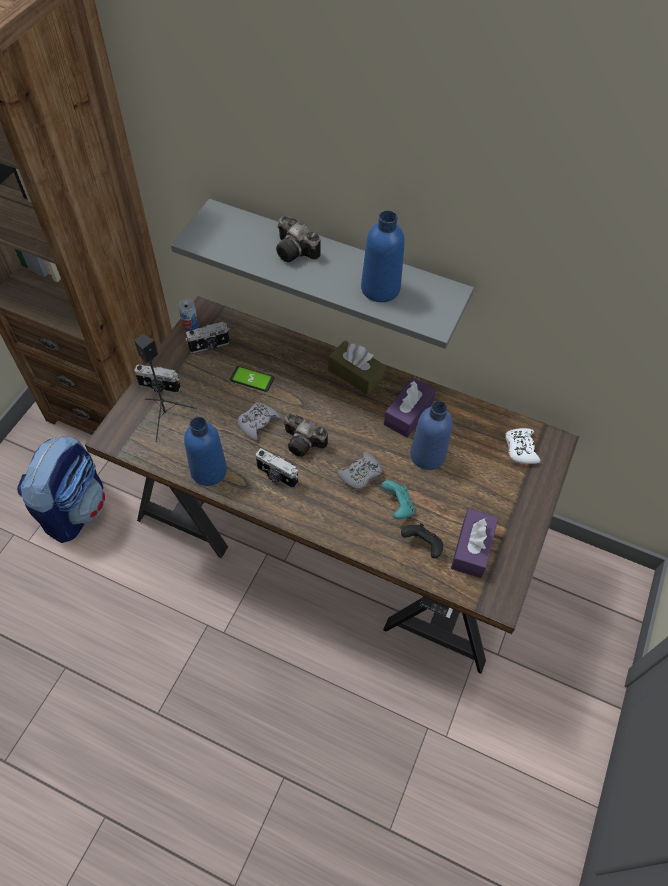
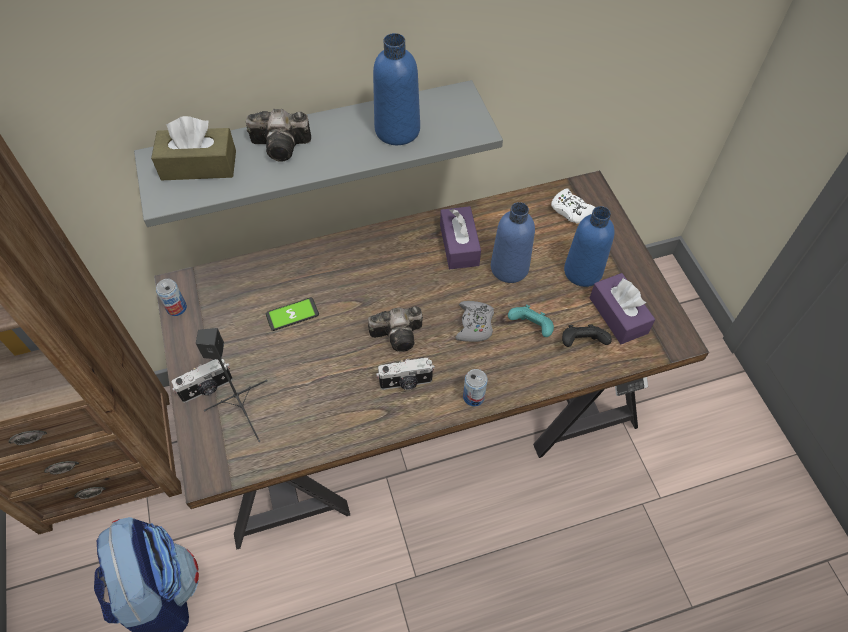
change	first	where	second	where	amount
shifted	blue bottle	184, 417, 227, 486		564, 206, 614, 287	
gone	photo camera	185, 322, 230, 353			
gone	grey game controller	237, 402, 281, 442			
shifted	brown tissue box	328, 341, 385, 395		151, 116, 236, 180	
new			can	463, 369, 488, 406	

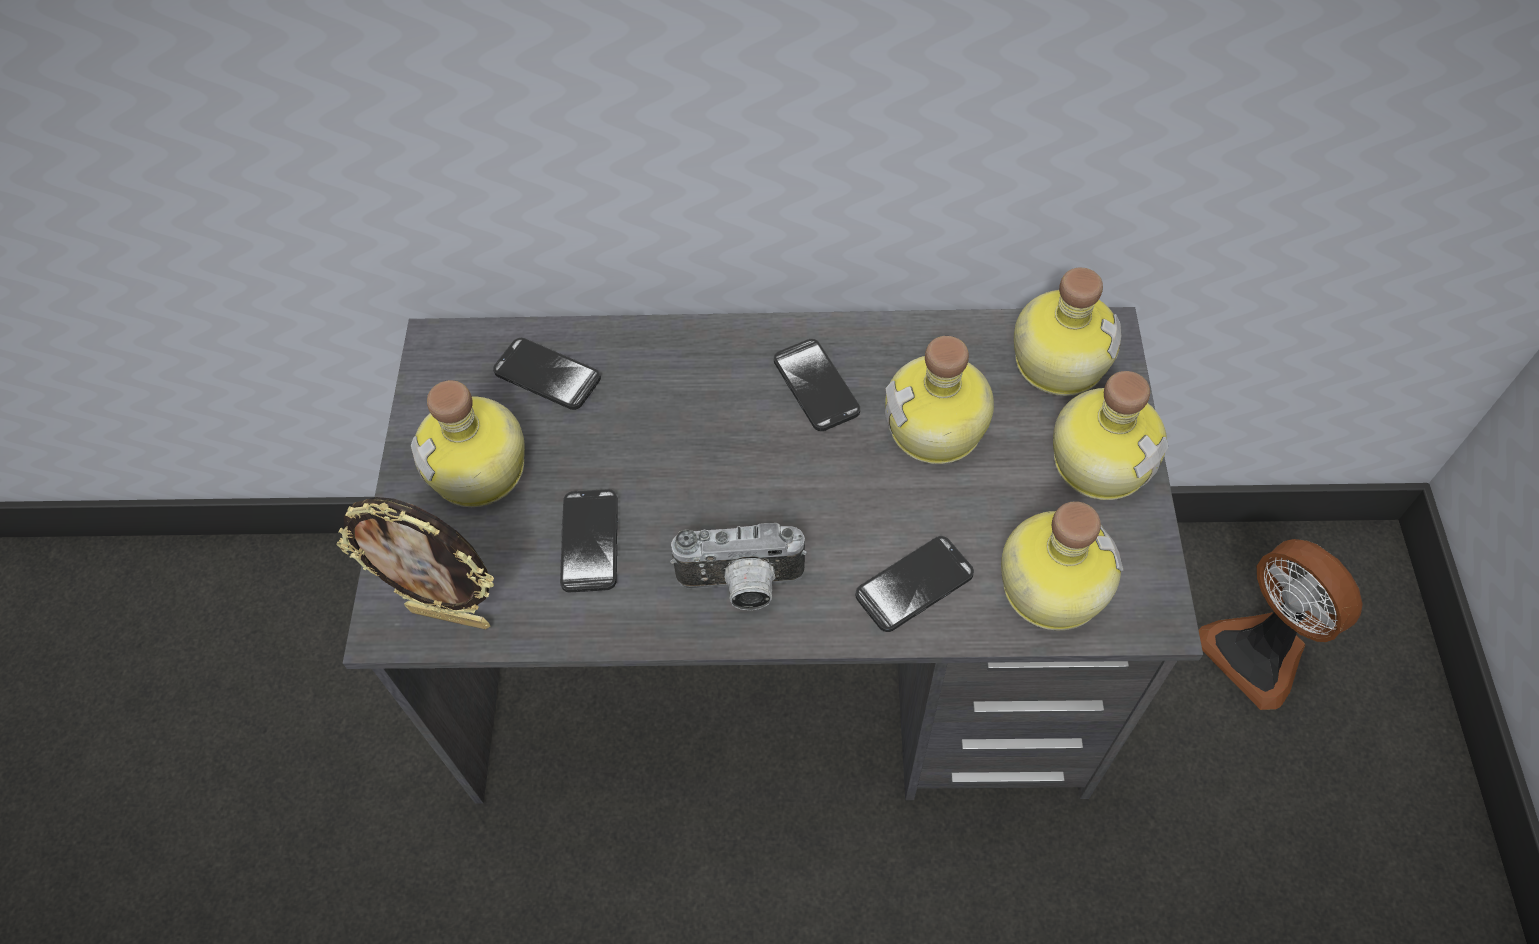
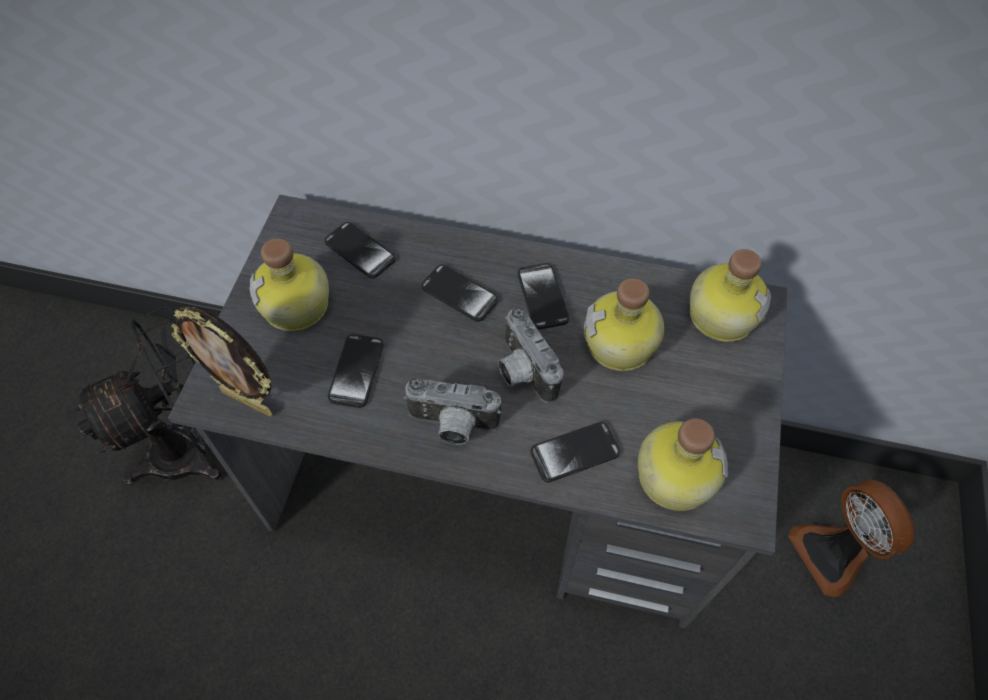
change	first	where	second	where	amount
gone	bottle	1053, 371, 1169, 500			
new			black fan	73, 306, 222, 484	
new			phone	421, 264, 498, 322	
new			photo camera	499, 307, 564, 403	

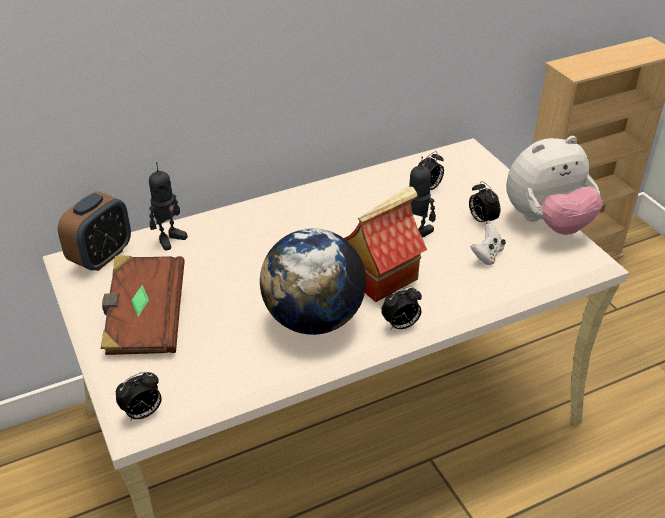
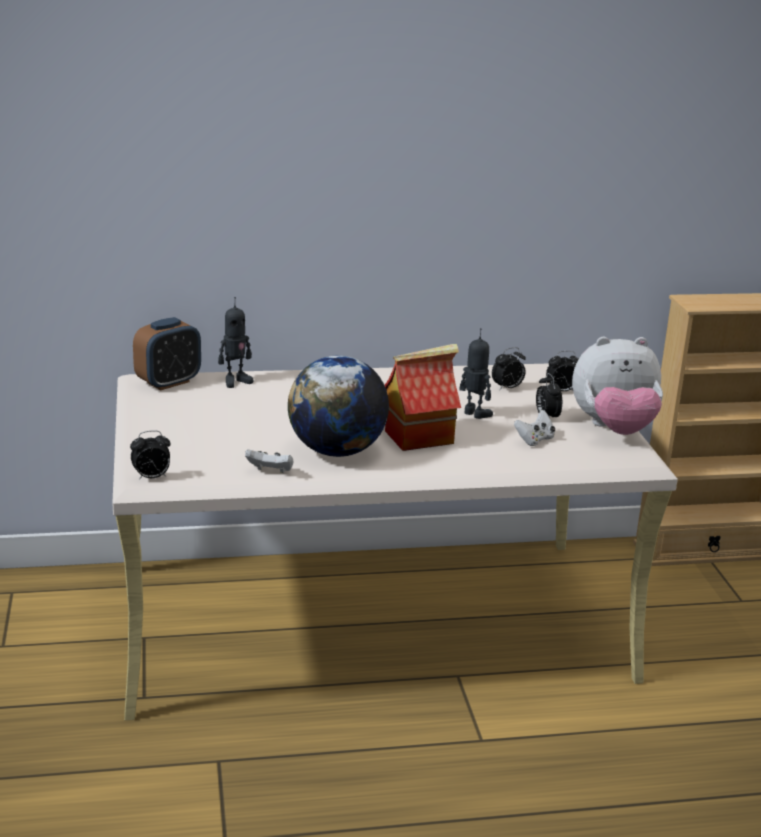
change	first	where	second	where	amount
gone	brown book	101, 256, 185, 355			
shifted	alarm clock	381, 286, 422, 331		546, 351, 579, 391	
new			white game controller	245, 449, 293, 473	

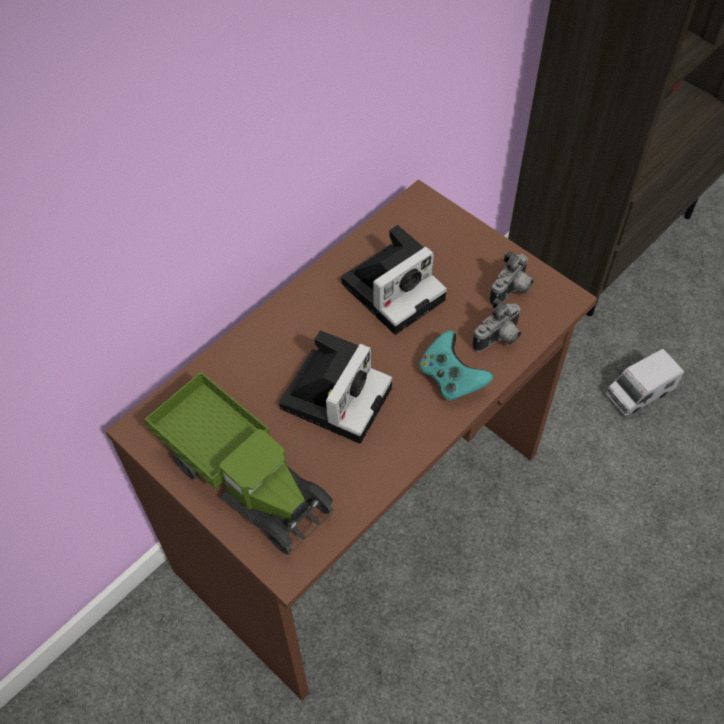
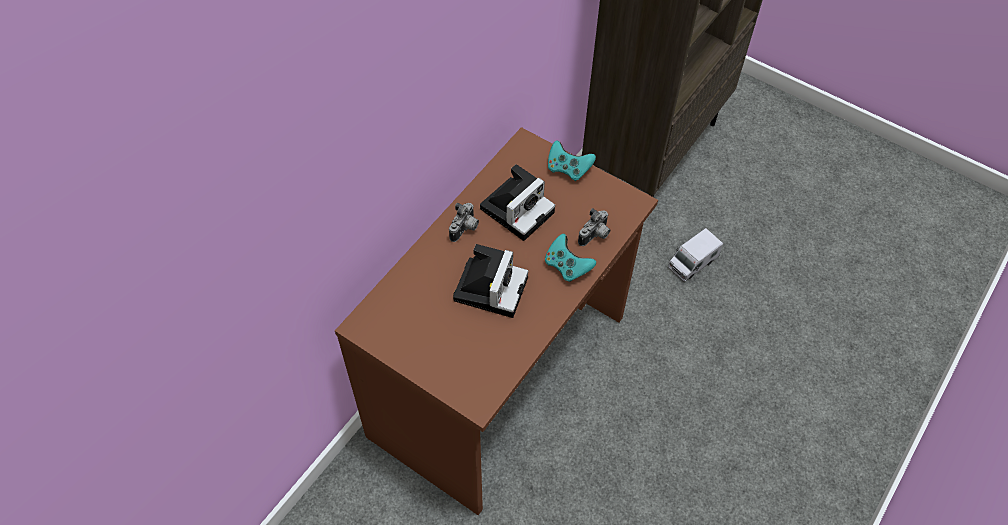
change	first	where	second	where	amount
gone	toy truck	145, 372, 334, 555			
shifted	photo camera	489, 251, 534, 305		449, 203, 479, 242	
new			turquoise game controller	548, 140, 596, 181	

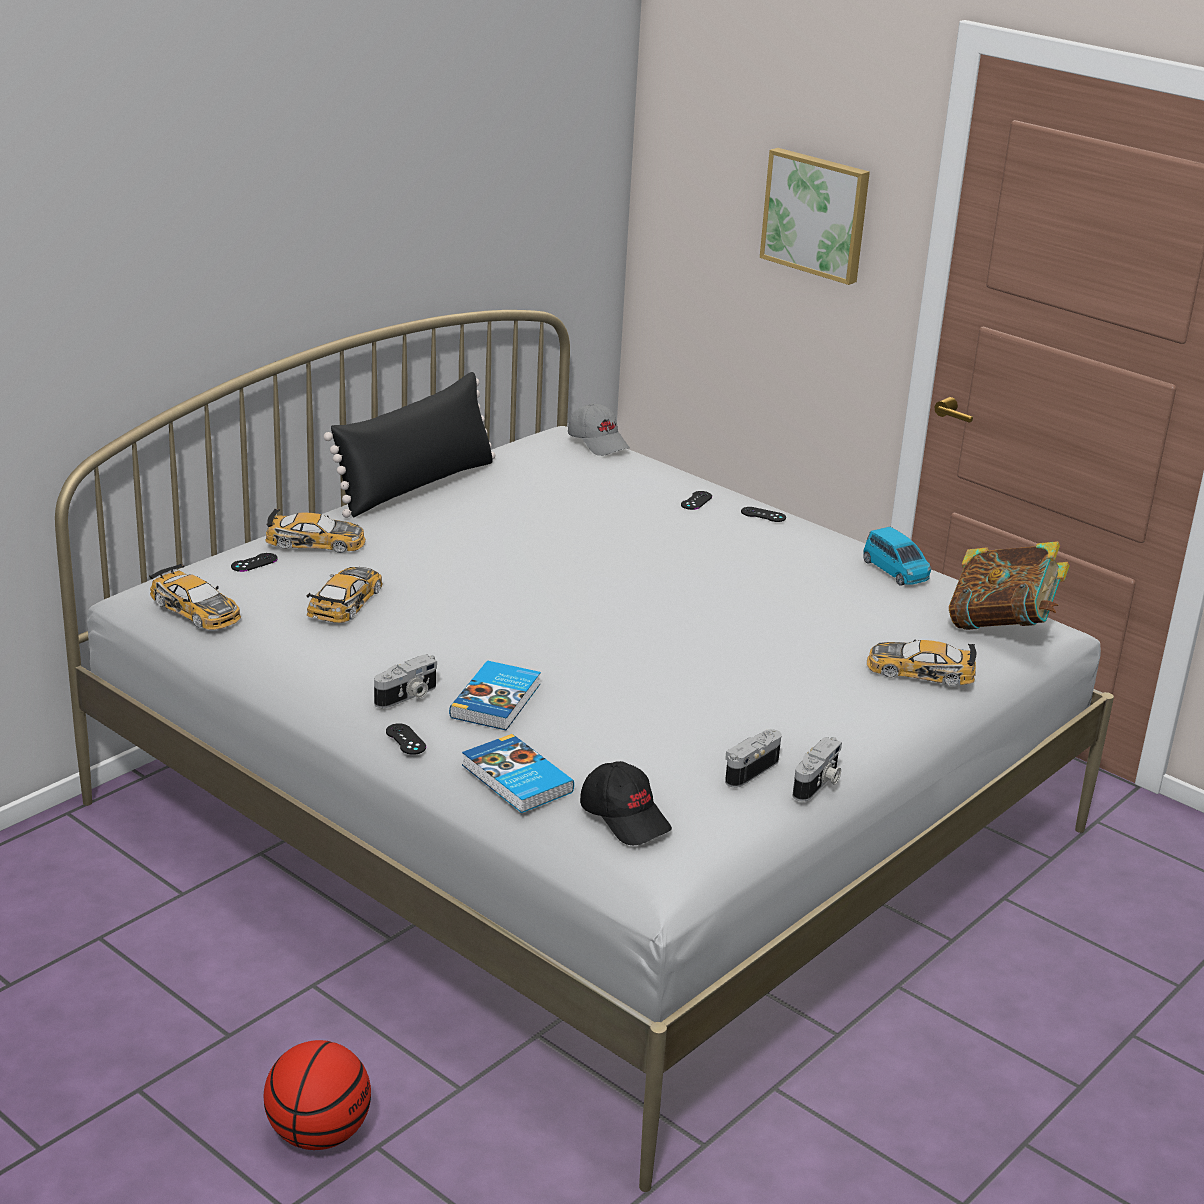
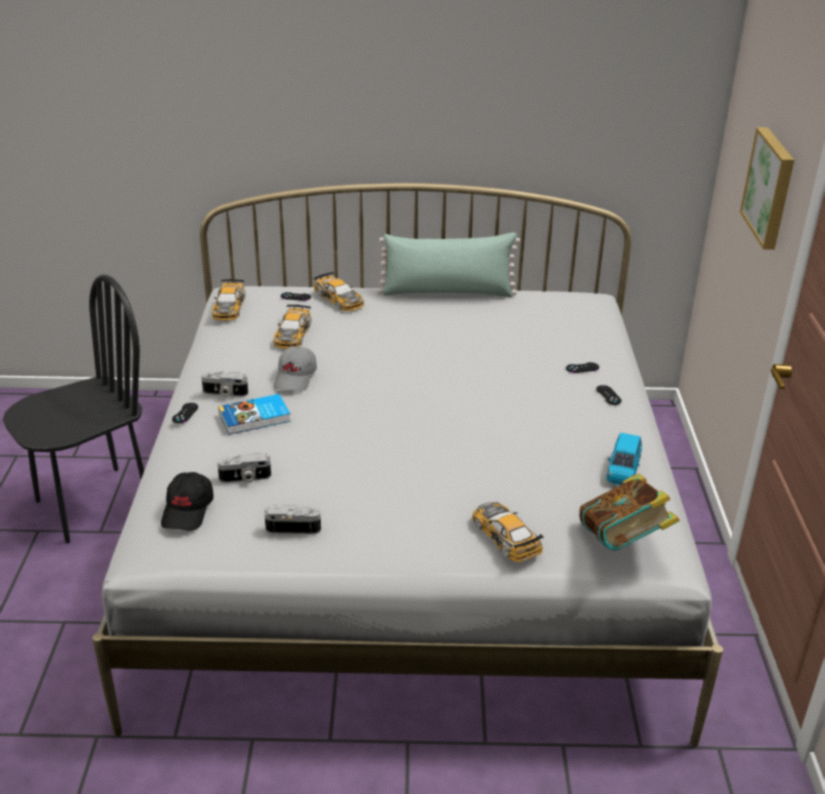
change	first	where	second	where	amount
gone	basketball	264, 1040, 371, 1150			
rotated	toy car	306, 567, 383, 623		274, 304, 312, 349	120 degrees clockwise
repainted	black pillow	324, 372, 495, 518	green pillow	377, 232, 520, 297	
gone	book	462, 734, 574, 813			
shifted	grey cap	568, 403, 630, 456		274, 346, 317, 392	
shifted	photo camera	793, 737, 842, 802		217, 453, 271, 483	
new			black chair	3, 275, 144, 543	

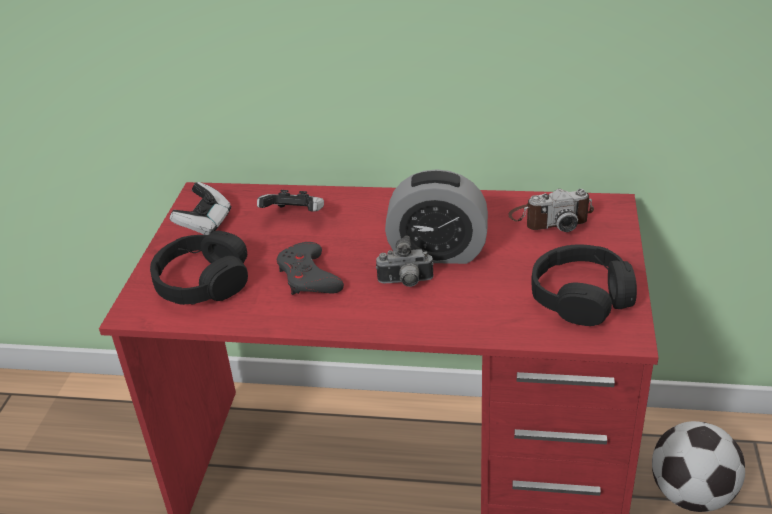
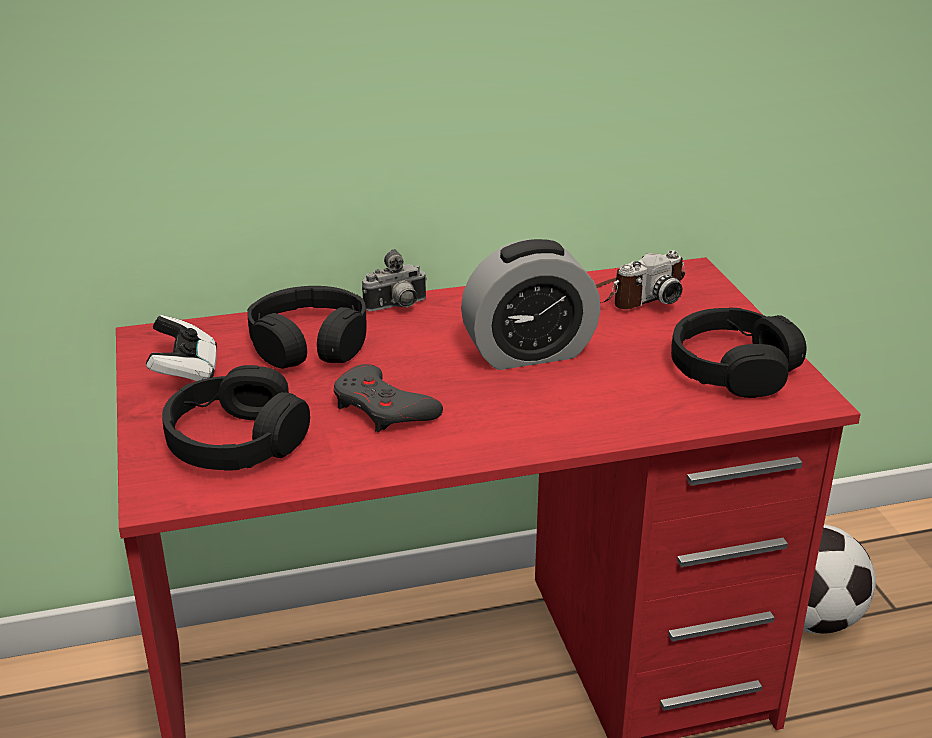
change	first	where	second	where	amount
swapped	game controller	257, 190, 324, 212	black headphones	248, 286, 367, 368	
shifted	photo camera	376, 236, 434, 287		362, 249, 427, 311	

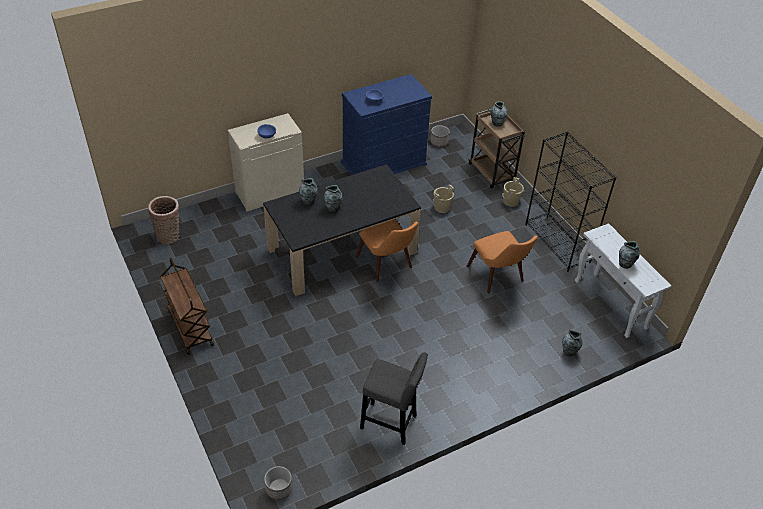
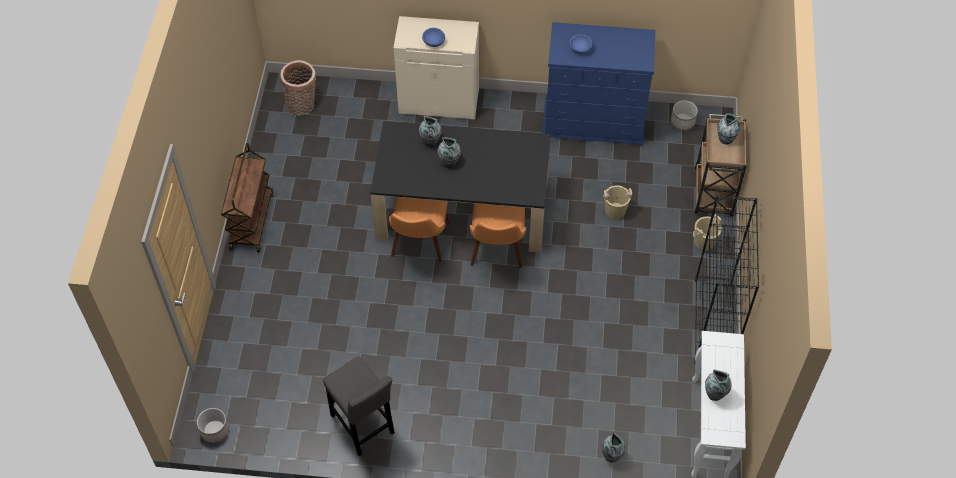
change	first	where	second	where	amount
shifted	orange chair	467, 231, 538, 294		389, 197, 451, 262	

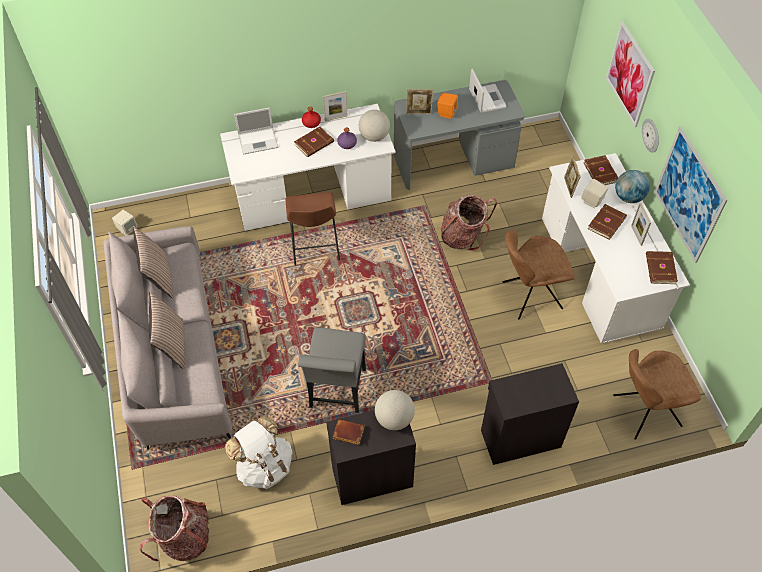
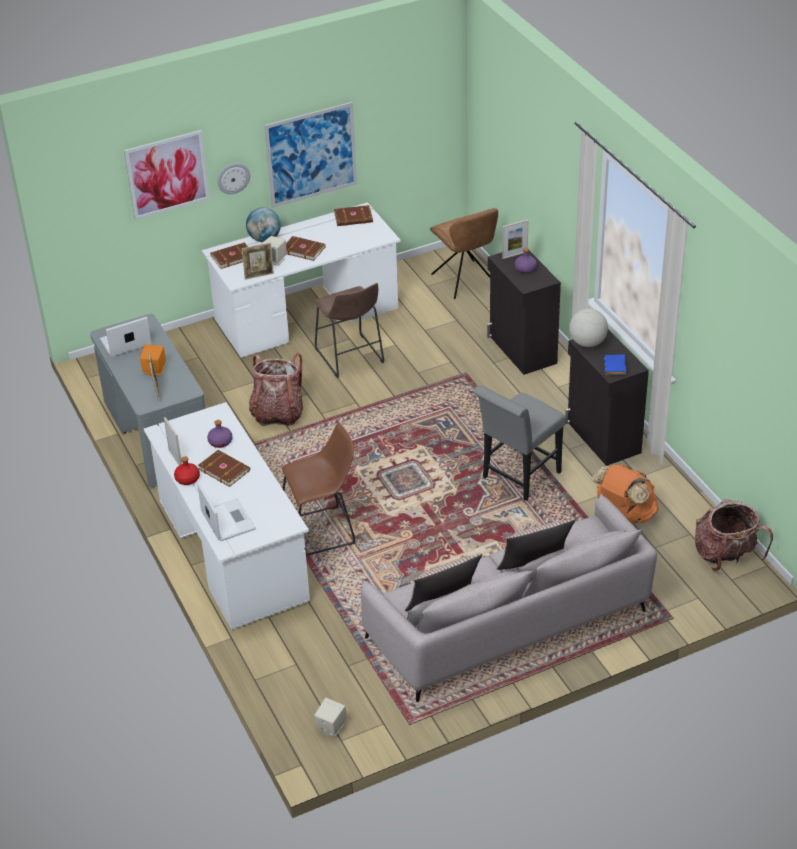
change	first	where	second	where	amount
repainted	white backpack	225, 417, 292, 489	orange backpack	591, 465, 659, 523	
rotated	grey chair	298, 328, 366, 413		473, 385, 566, 501	135 degrees clockwise
repainted	brown book	333, 419, 365, 445	blue book	604, 355, 626, 375	
gone	globe	359, 110, 390, 142			
swapped	brown chair	503, 230, 575, 319	brown stool	314, 283, 384, 378	
shifted	picture frame	631, 202, 651, 246		502, 220, 528, 259	
new			purple bottle	515, 248, 537, 273	

